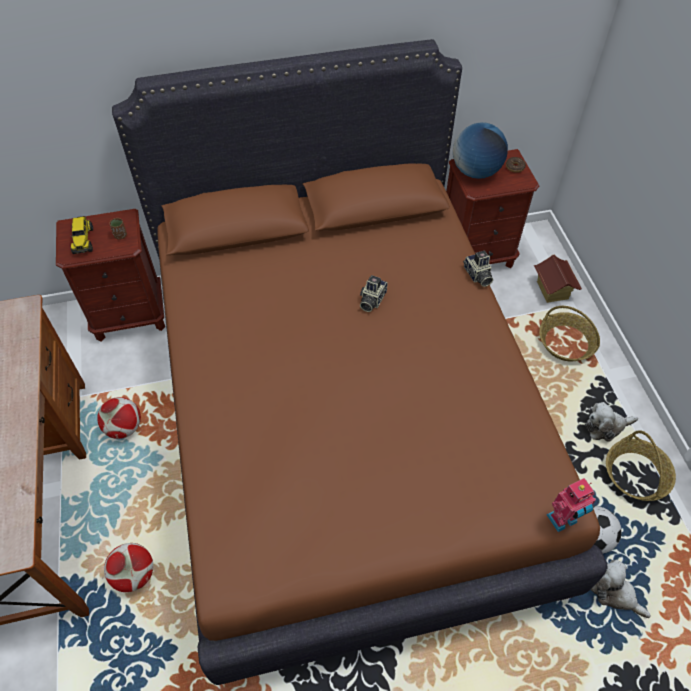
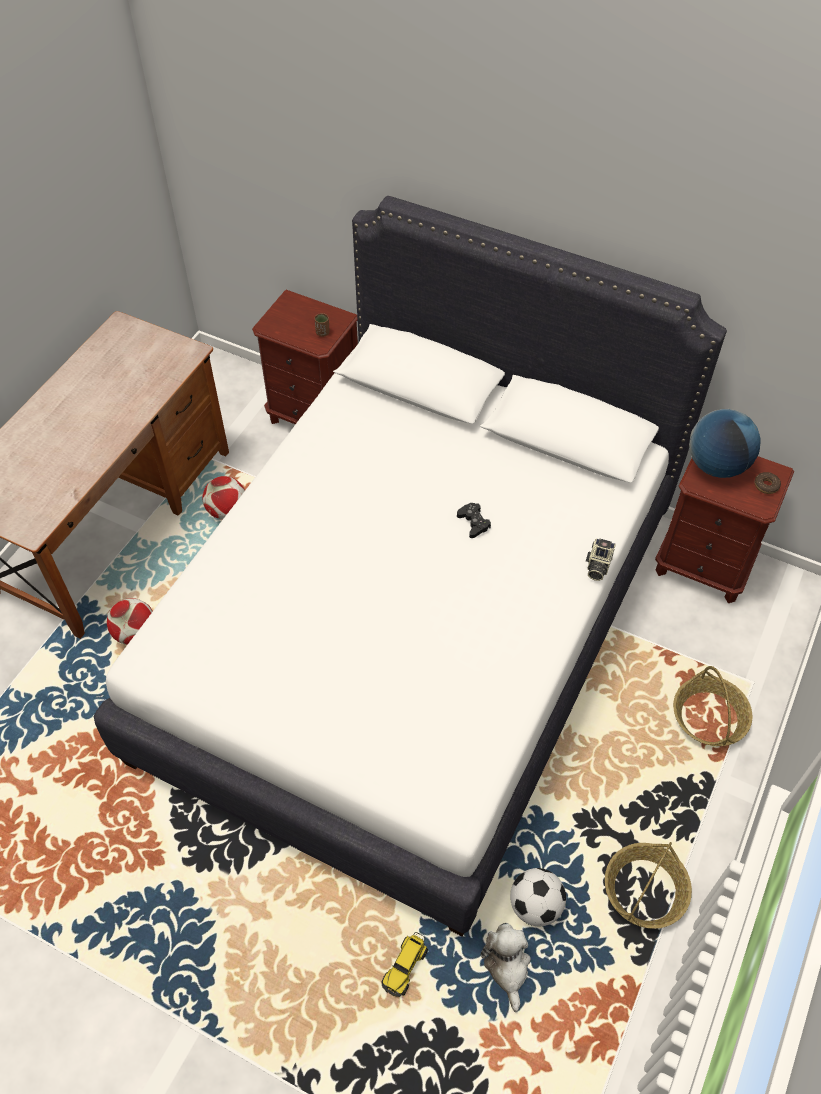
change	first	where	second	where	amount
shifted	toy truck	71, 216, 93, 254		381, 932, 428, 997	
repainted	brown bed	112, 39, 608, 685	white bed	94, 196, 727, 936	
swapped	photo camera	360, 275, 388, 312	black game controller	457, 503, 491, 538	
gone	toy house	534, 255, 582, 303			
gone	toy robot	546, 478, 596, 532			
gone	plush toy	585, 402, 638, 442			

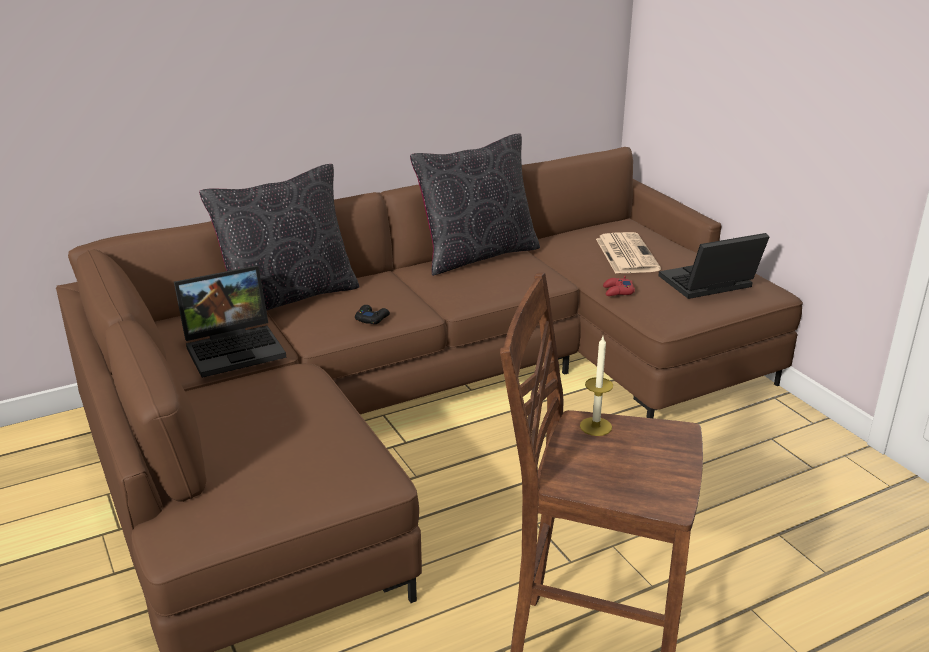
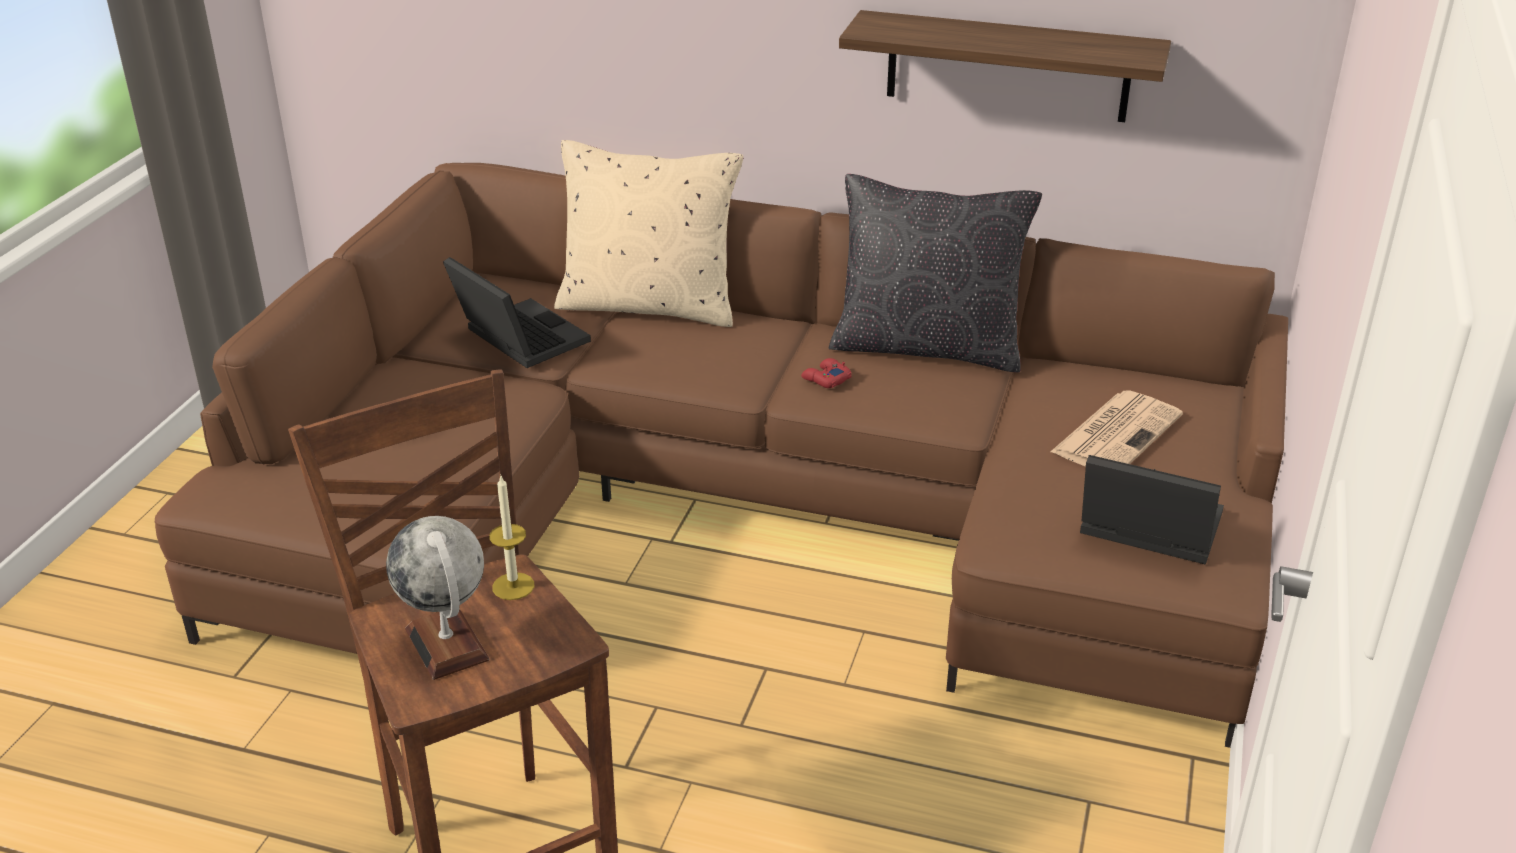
change	first	where	second	where	amount
rotated	laptop	174, 265, 286, 378		443, 257, 591, 368	150 degrees counterclockwise
repainted	black pillow	199, 164, 359, 311	beige pillow	554, 140, 744, 327	
gone	black game controller	355, 305, 390, 324			
shifted	red game controller	603, 276, 635, 296		801, 358, 852, 388	
new			globe	386, 516, 490, 680	
new			shelf	839, 10, 1171, 122	

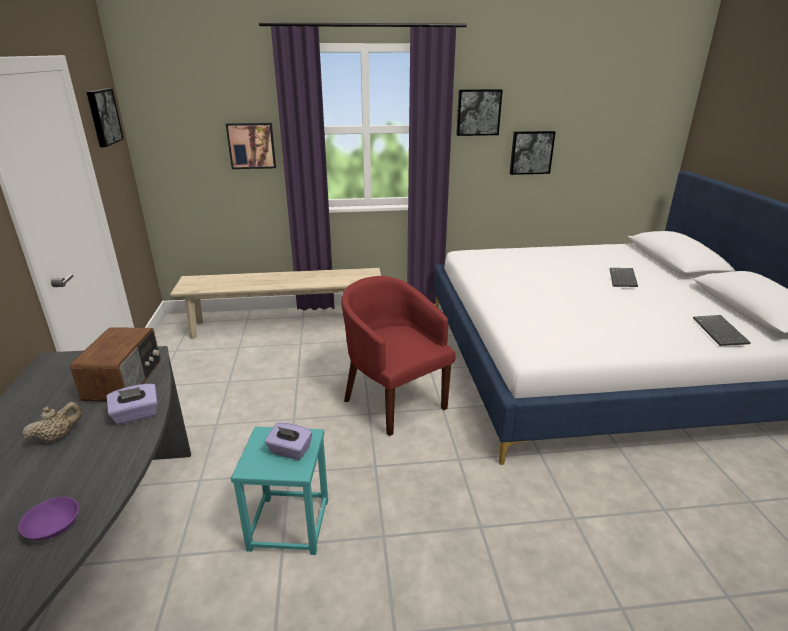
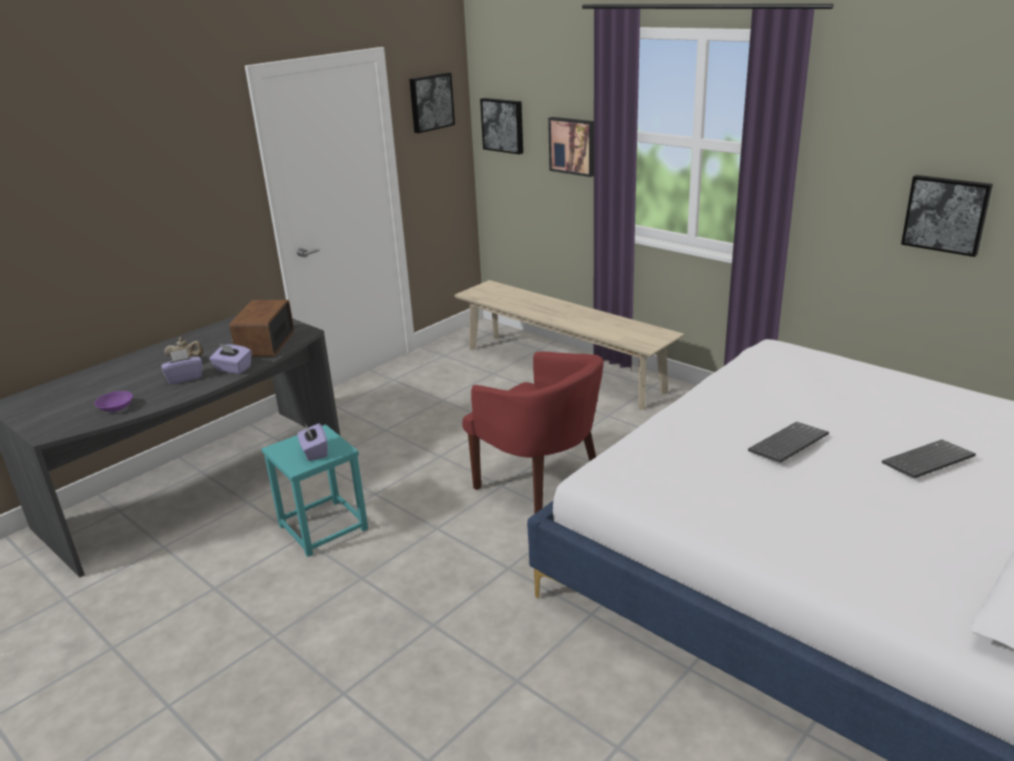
change	first	where	second	where	amount
rotated	radio	70, 327, 161, 401		229, 300, 294, 357	135 degrees clockwise
rotated	red armchair	341, 276, 456, 436		462, 352, 604, 514	120 degrees clockwise
shifted	picture	456, 89, 503, 136		480, 98, 523, 154	
shifted	keyboard	693, 315, 751, 346		748, 422, 829, 463	
new			purple tissue box	161, 349, 202, 384	

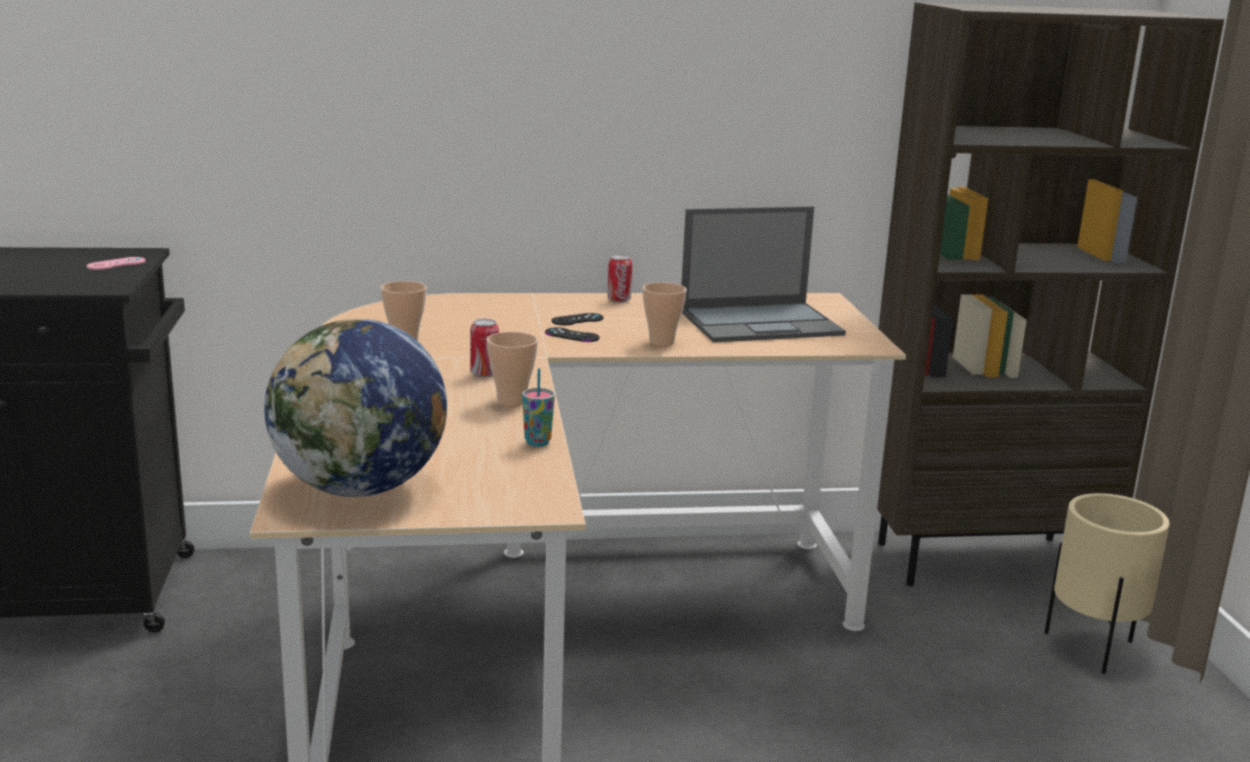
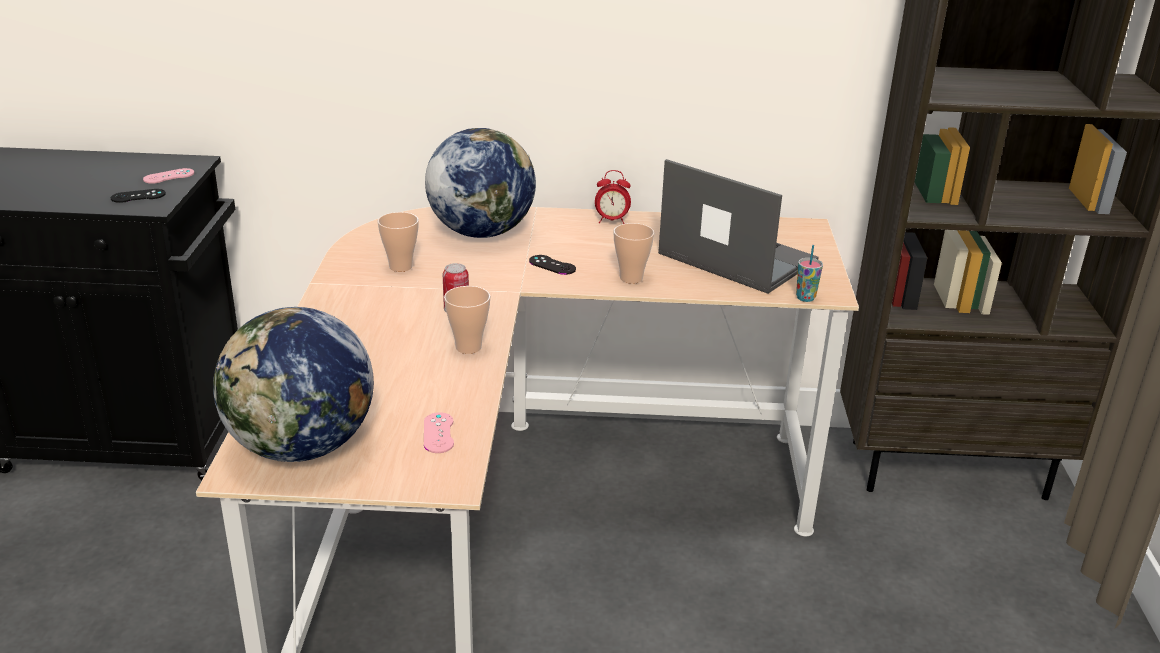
change	first	where	second	where	amount
shifted	cup	522, 368, 555, 447		796, 245, 823, 302	
shifted	black game controller	552, 313, 603, 325		111, 189, 166, 203	
swapped	can	607, 255, 632, 303	alarm clock	595, 170, 631, 224	
rotated	laptop	681, 206, 846, 342		658, 159, 818, 294	135 degrees counterclockwise
gone	beige planter	1045, 493, 1170, 674			
new			pink game controller	424, 412, 454, 453	
new			globe	425, 128, 536, 238	

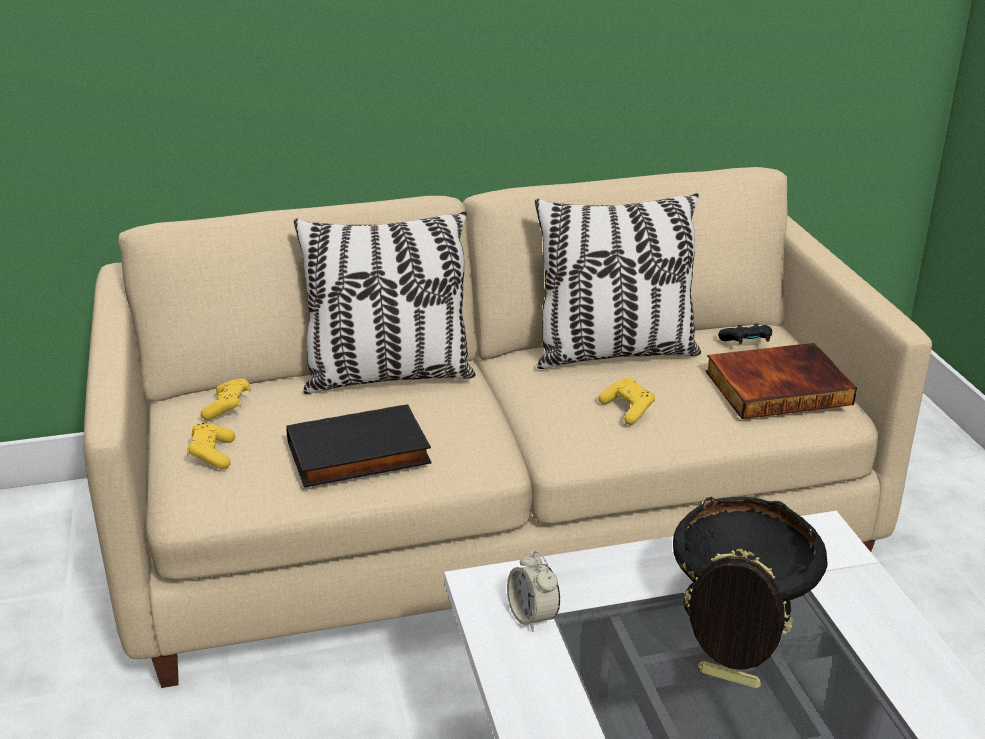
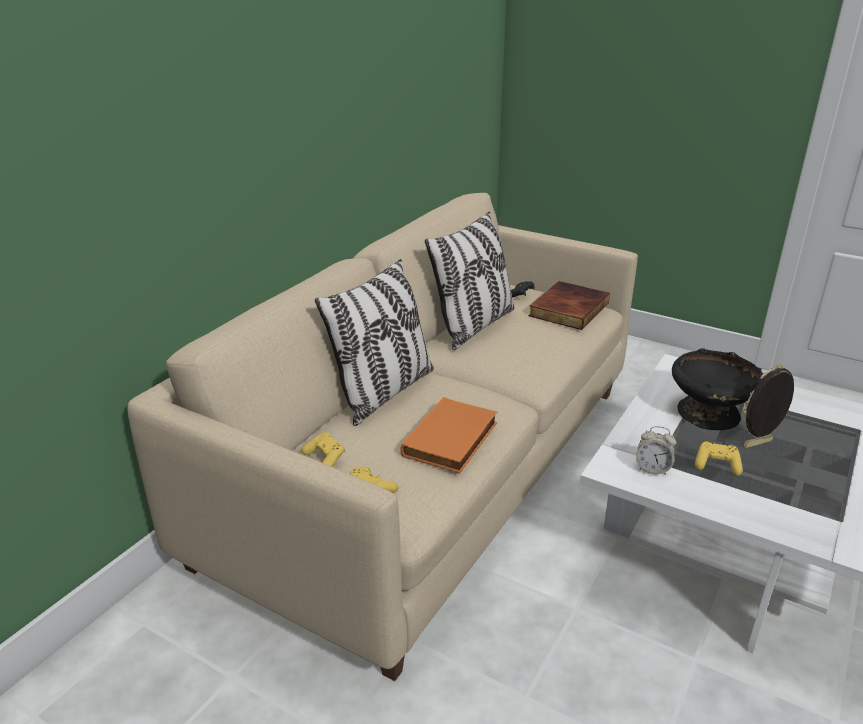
change	first	where	second	where	amount
repainted	black book	286, 404, 432, 488	orange book	400, 397, 497, 474	
shifted	yellow game controller	598, 377, 655, 425		695, 442, 743, 476	

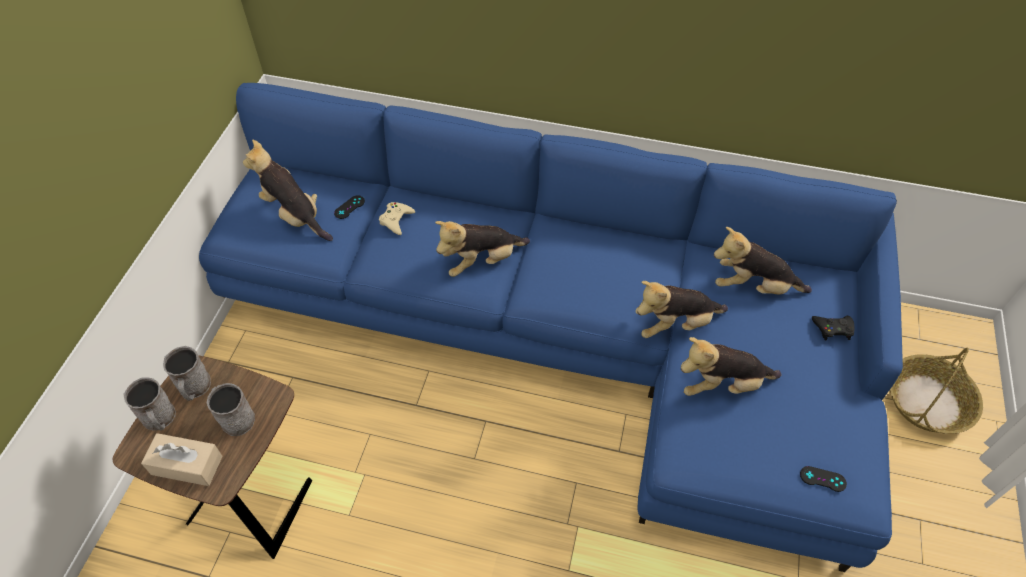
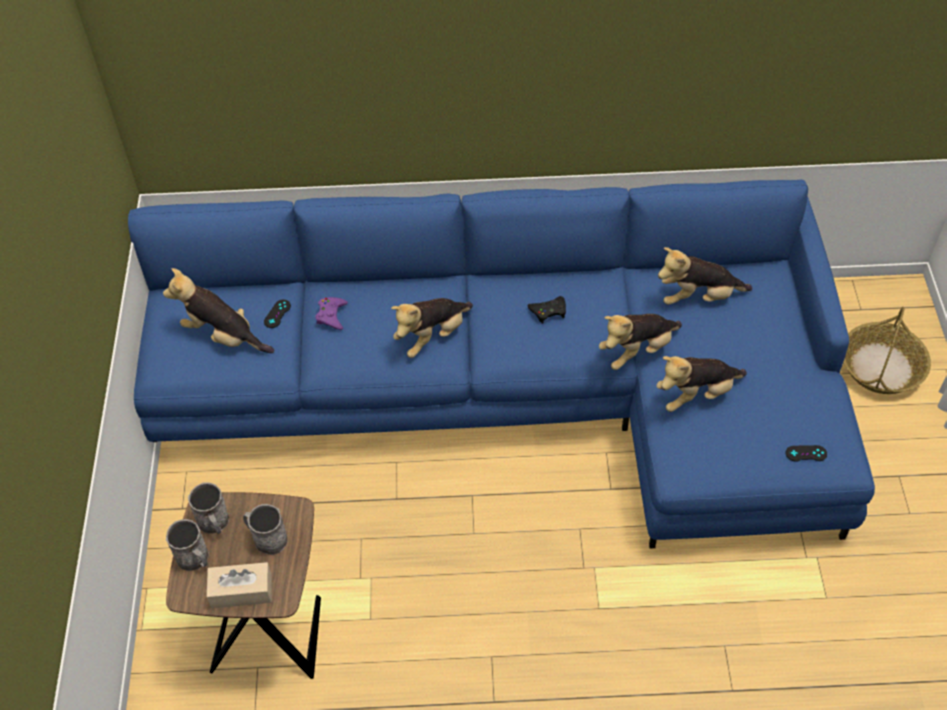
change	first	where	second	where	amount
repainted	beige game controller	379, 202, 415, 235	purple game controller	315, 297, 348, 330	
shifted	black game controller	812, 316, 855, 340		527, 296, 566, 324	

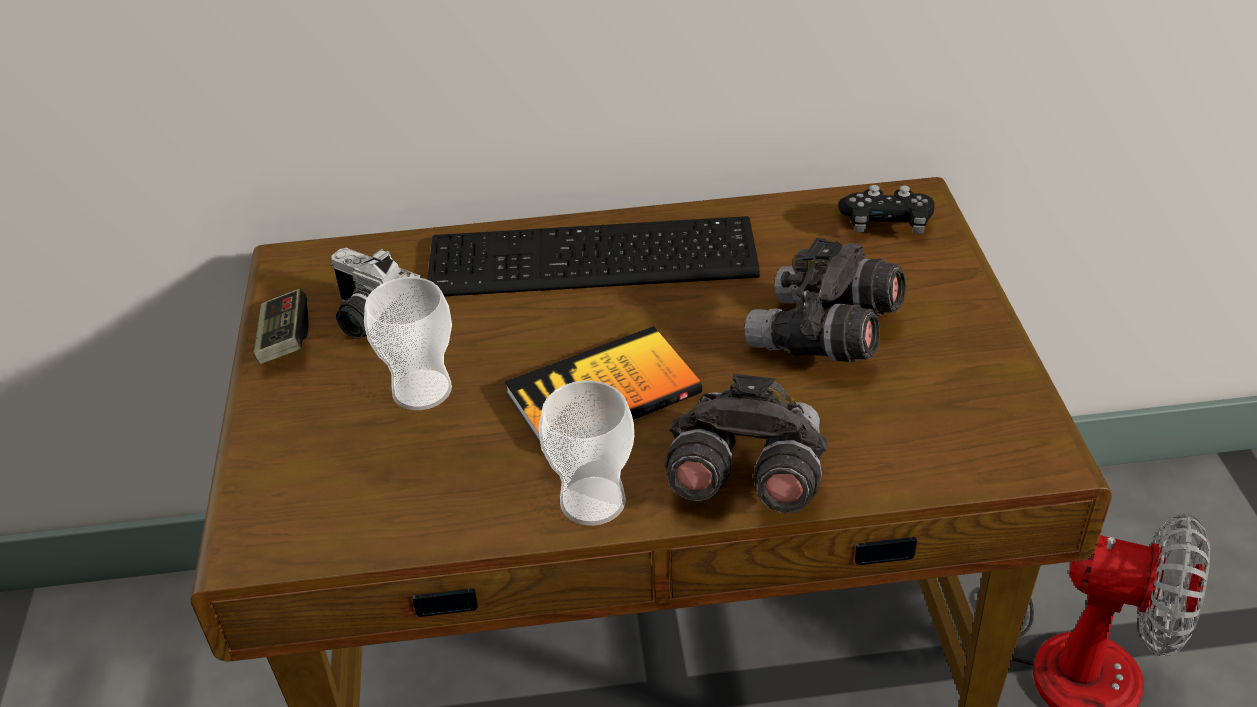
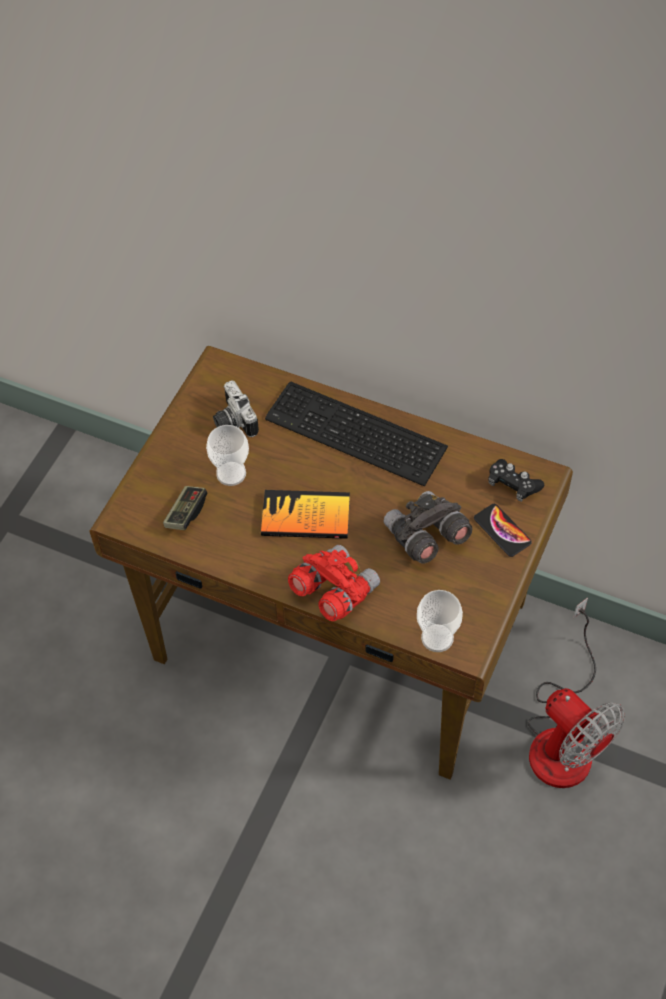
change	first	where	second	where	amount
shifted	game controller	253, 289, 309, 364		163, 486, 207, 530	
shifted	cup	538, 380, 634, 526		417, 590, 463, 652	
repainted	grey binoculars	665, 374, 828, 513	red binoculars	288, 545, 380, 621	
new			phone	474, 504, 532, 557	

